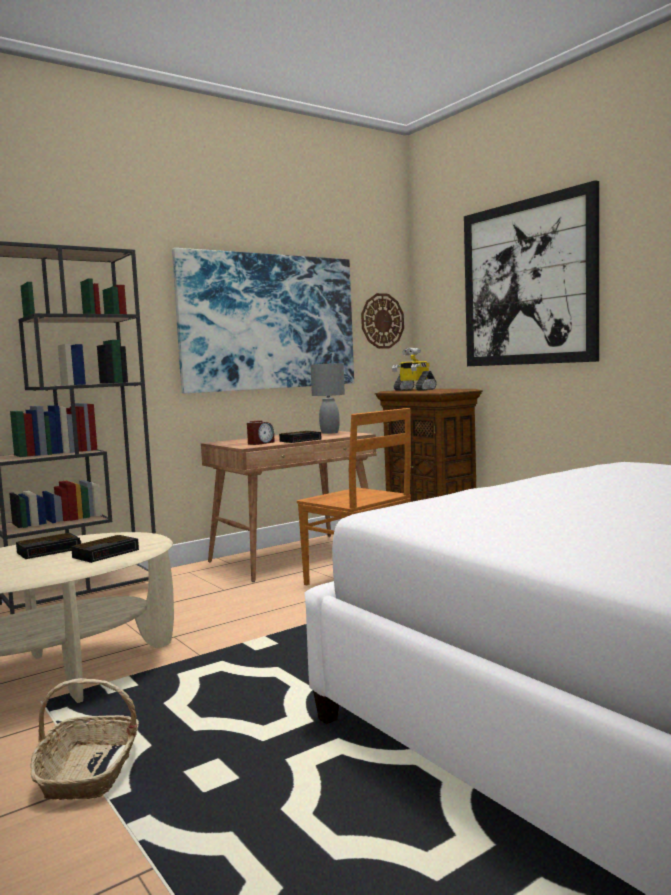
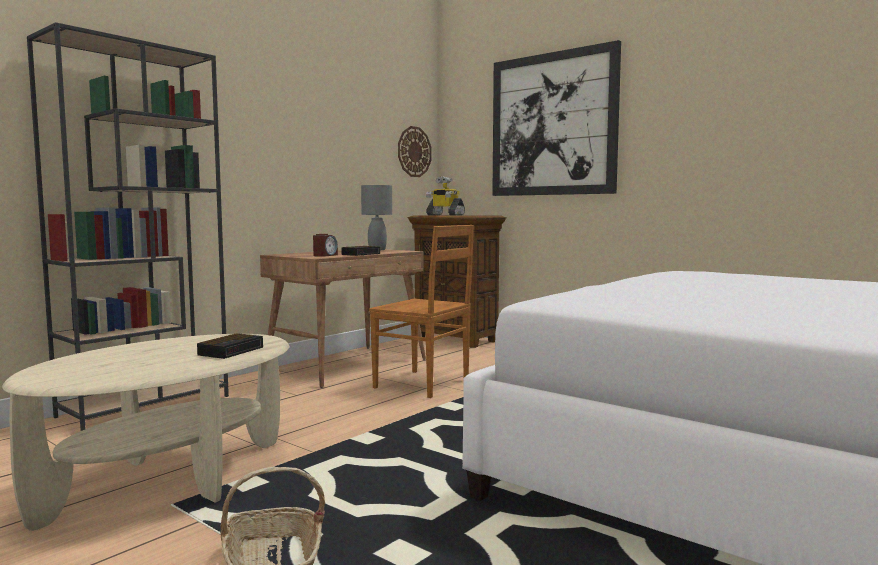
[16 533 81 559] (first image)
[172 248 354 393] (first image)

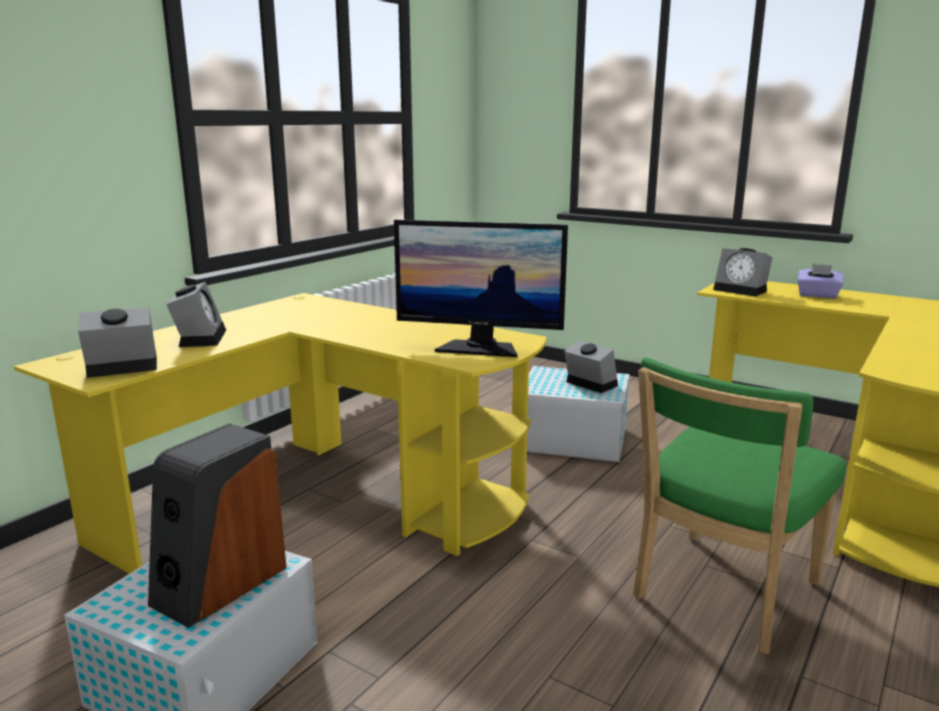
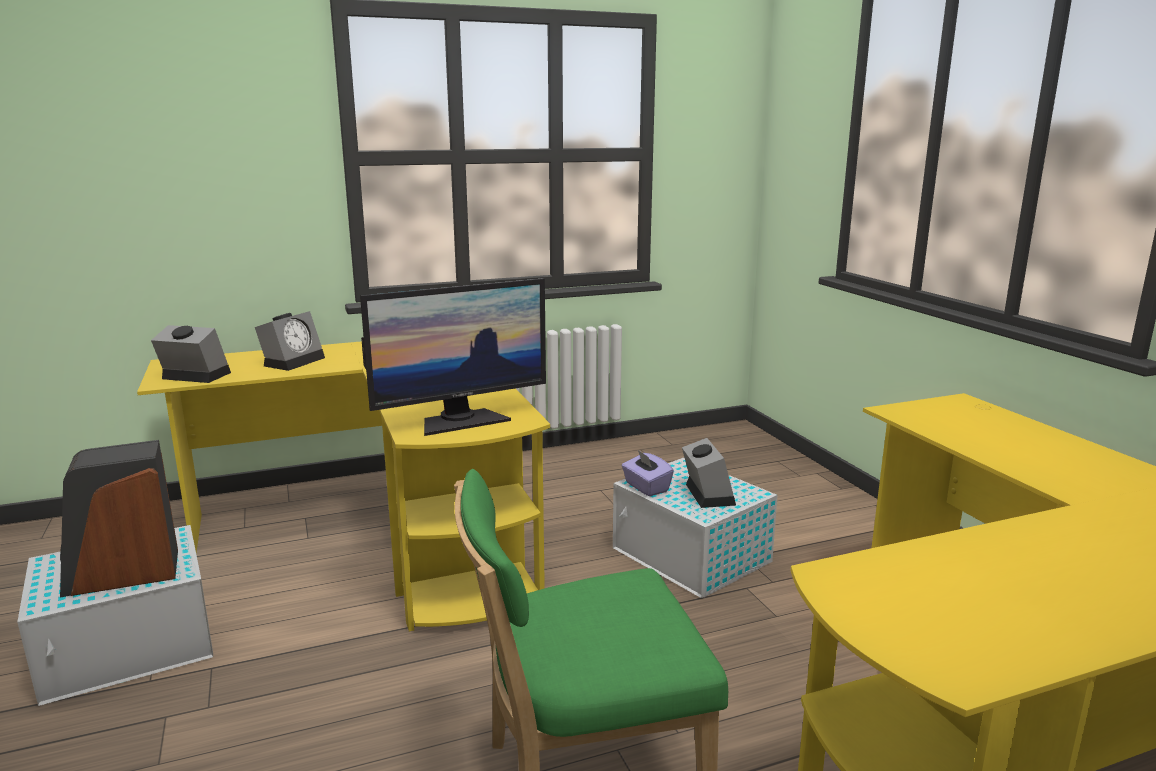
[713 248 773 297] (first image)
[622 450 674 496]
[360 278 546 436]

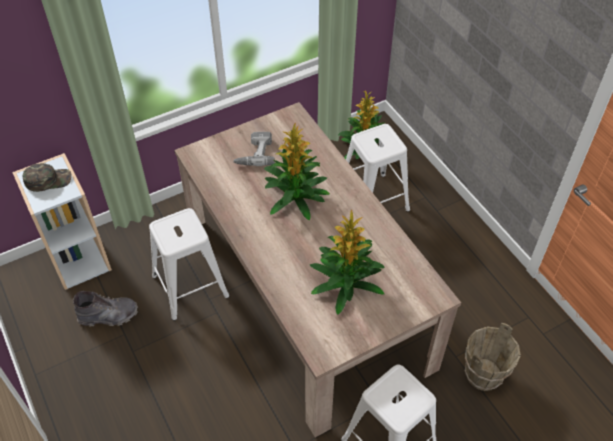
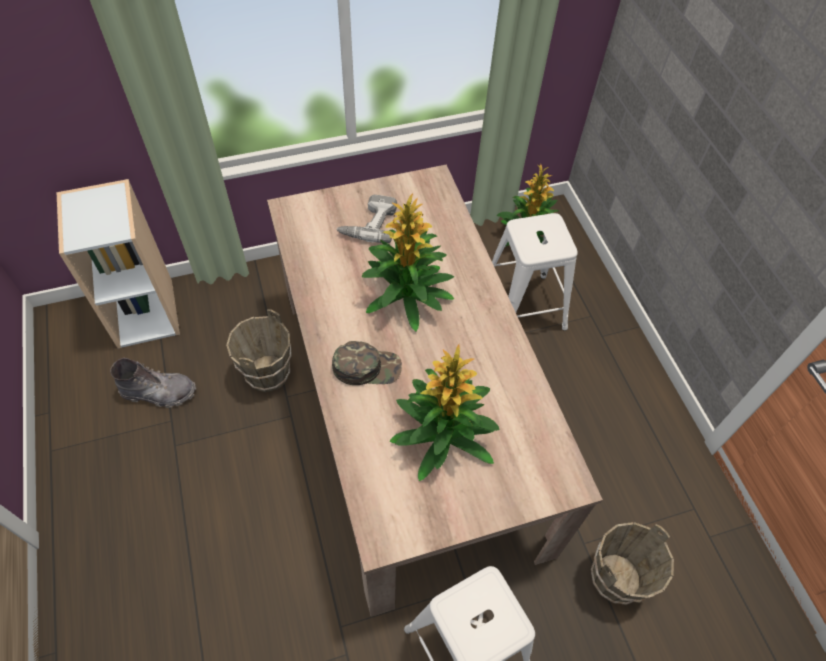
[332 341 402 385]
[226 309 292 392]

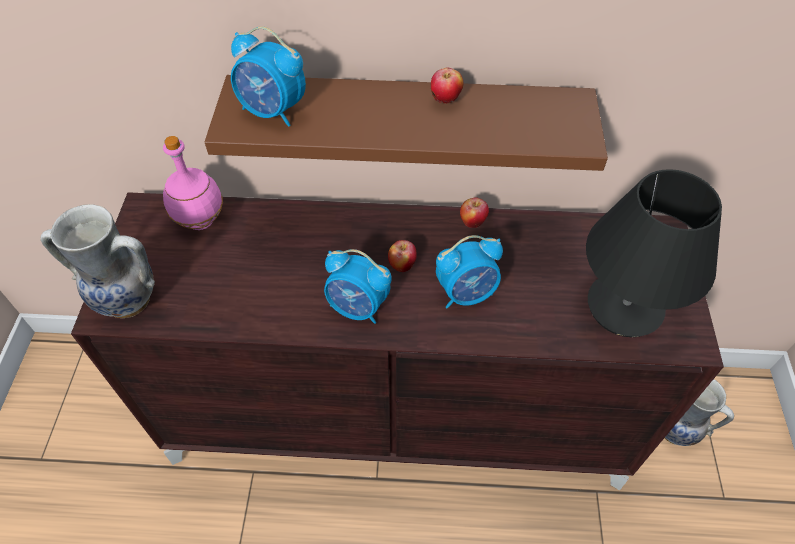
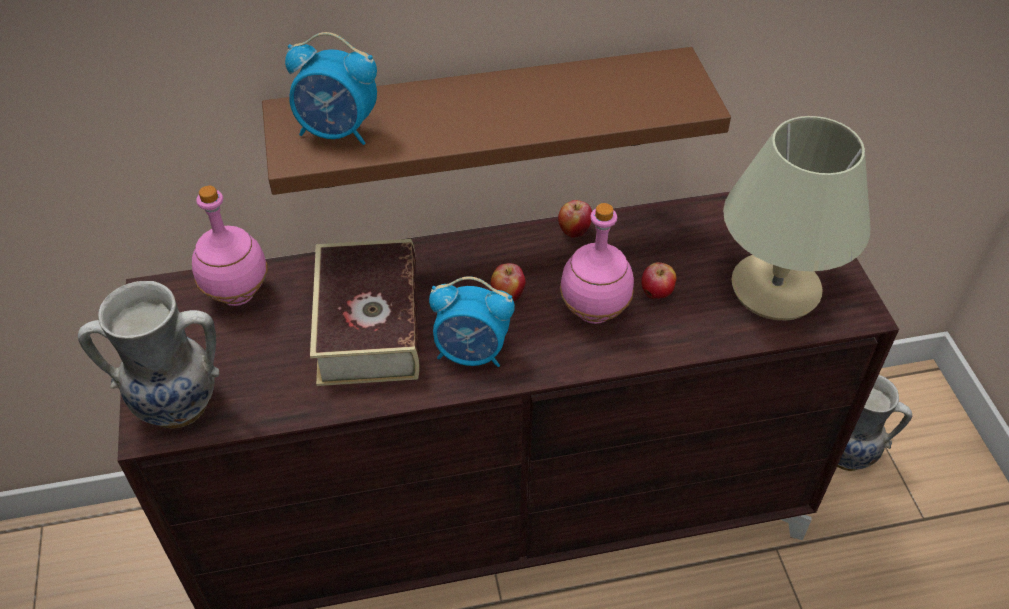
[310 239 419 386]
[641 262 676 299]
[560 203 634 324]
[723 116 870 321]

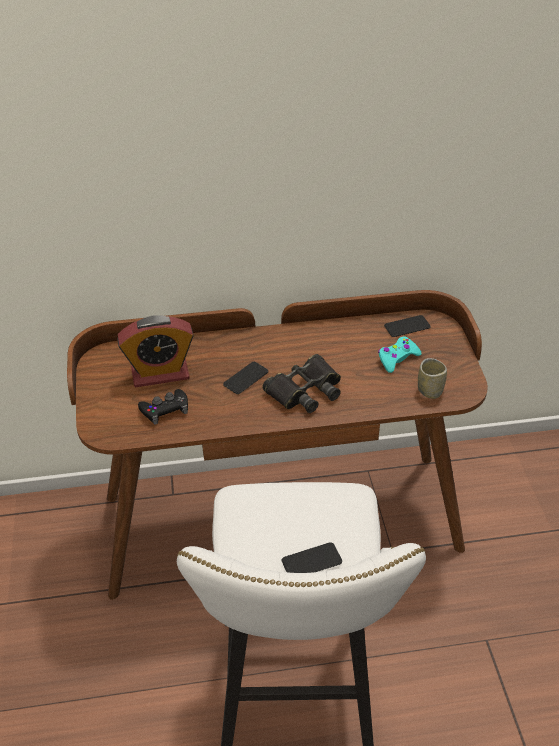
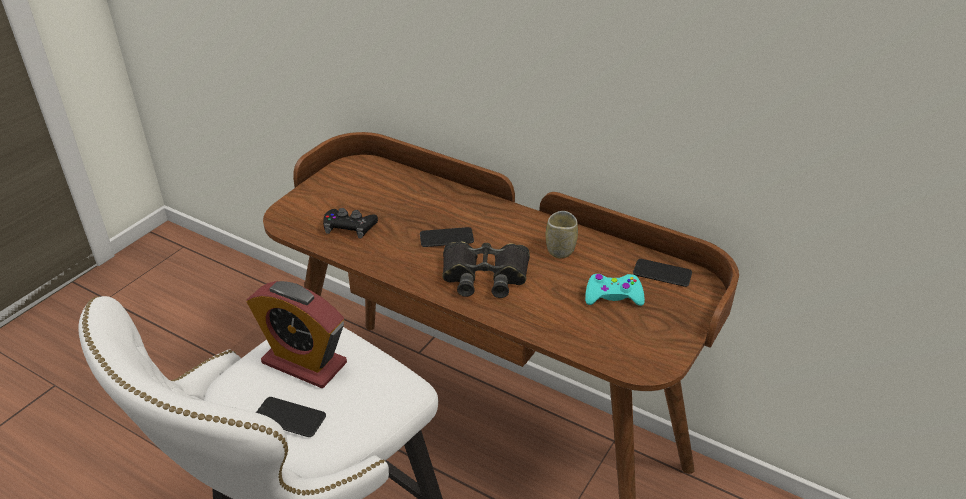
[246 281 347 388]
[546 211 578 258]

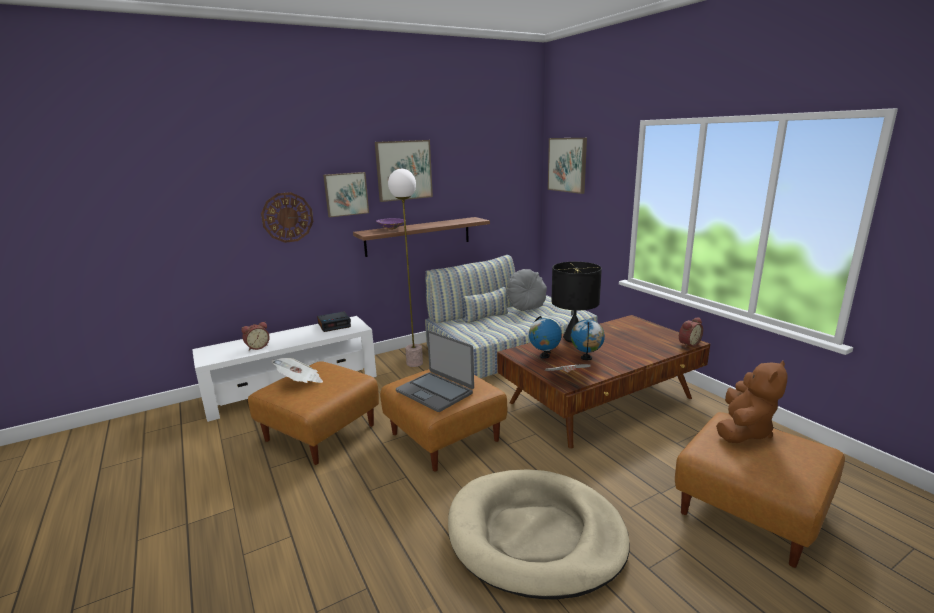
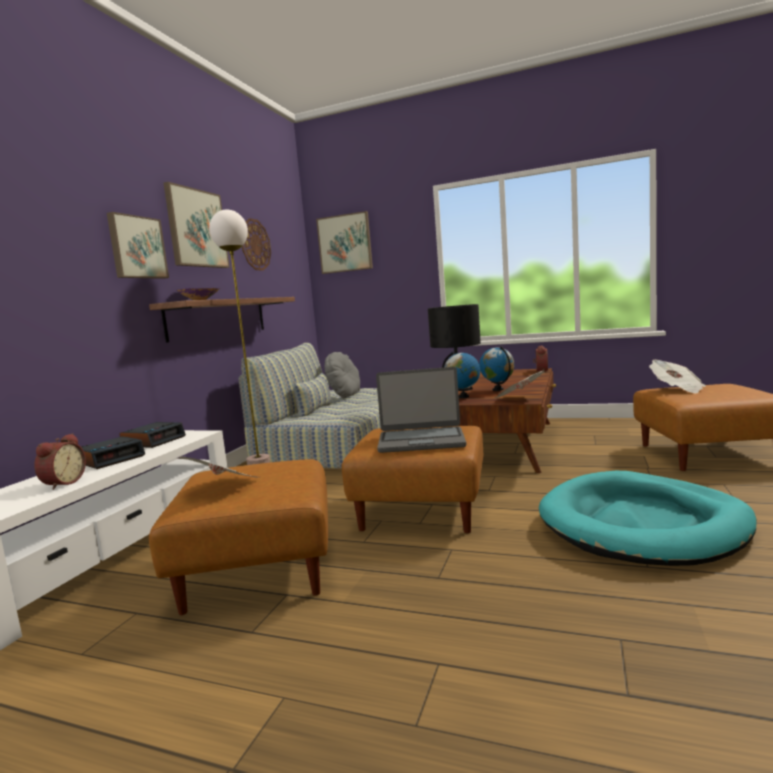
[81 436 145 469]
[242 218 271 271]
[649 360 706 394]
[539 471 757 566]

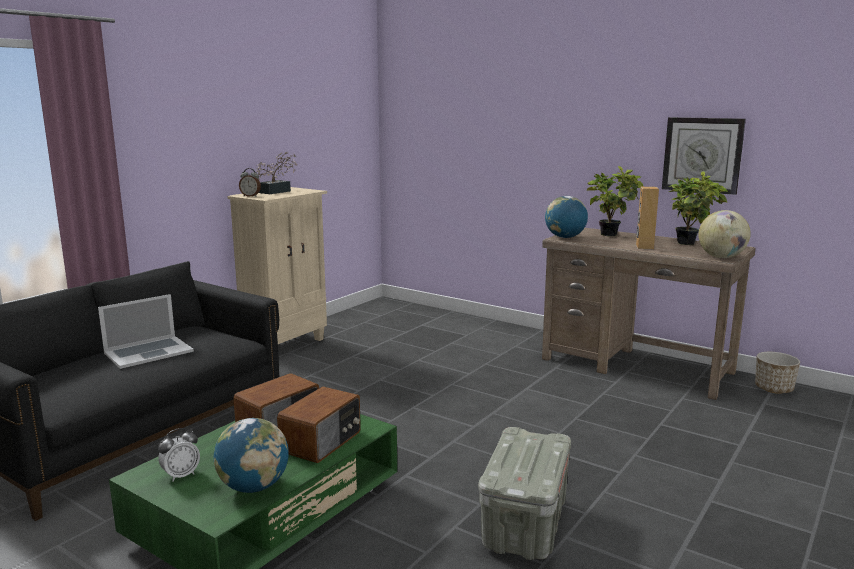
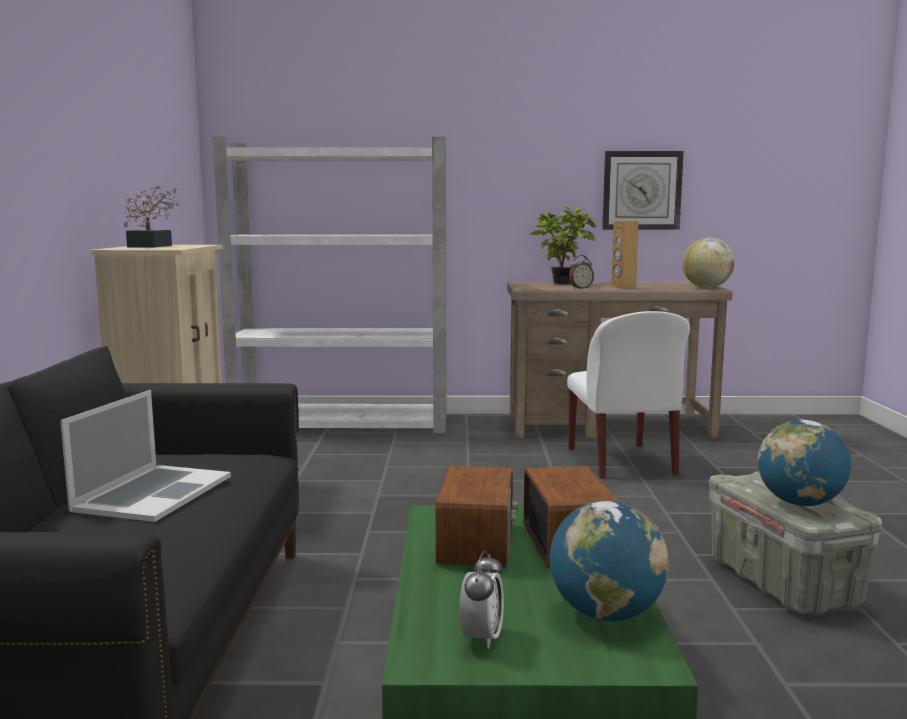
[669 171 728 245] (first image)
[755 352 800 394] (first image)
[213 137 446 434]
[567 311 690 479]
[569 255 594 289]
[757 420 851 506]

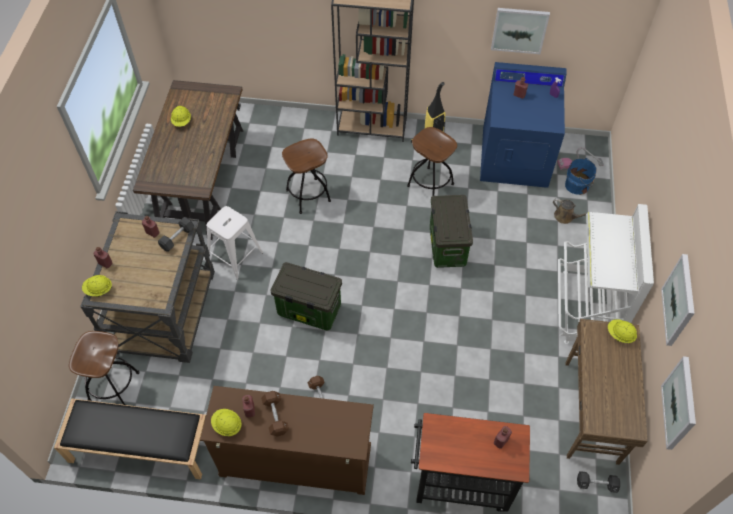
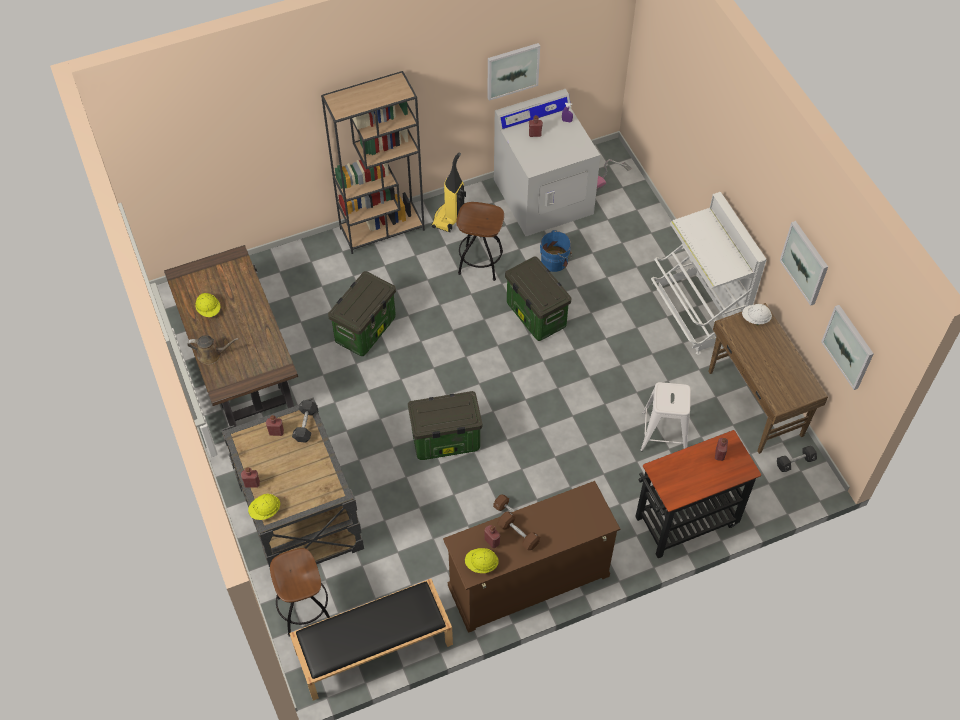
[641 382 691 451]
[187 335 239 365]
[540 230 572 272]
[328 271 396 356]
[494 89 600 236]
[742 304 772 325]

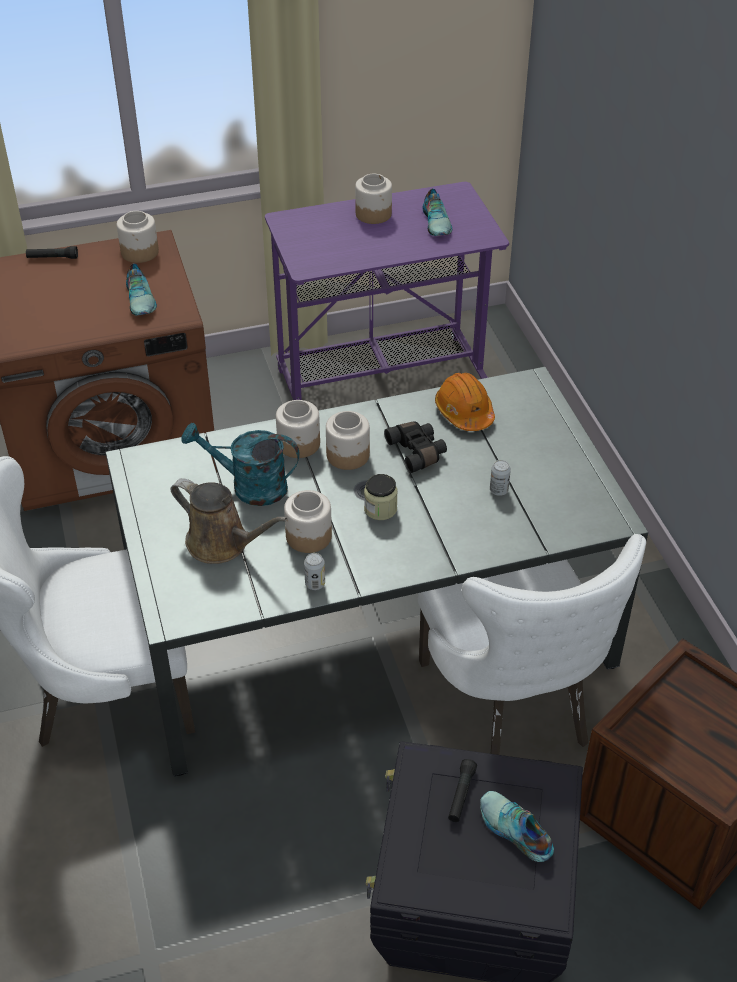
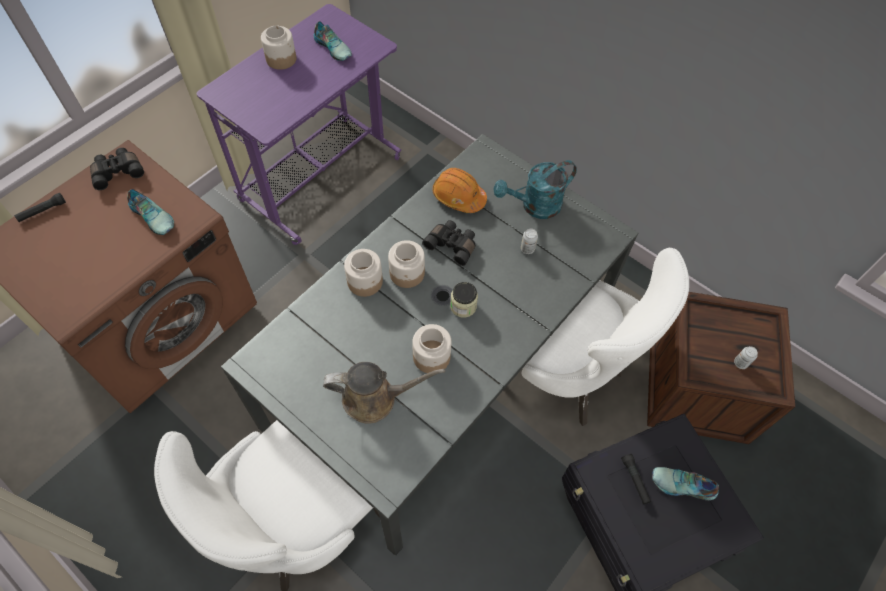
[493 160 577 219]
[734 346 758 369]
[90 148 144 190]

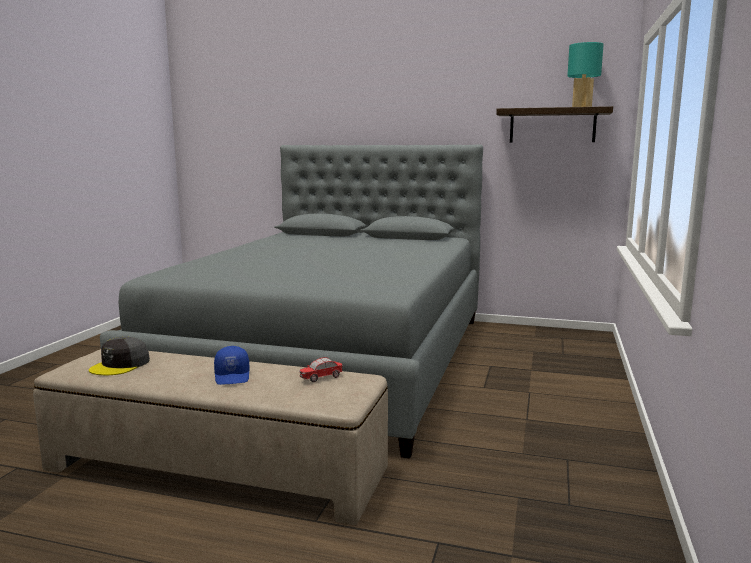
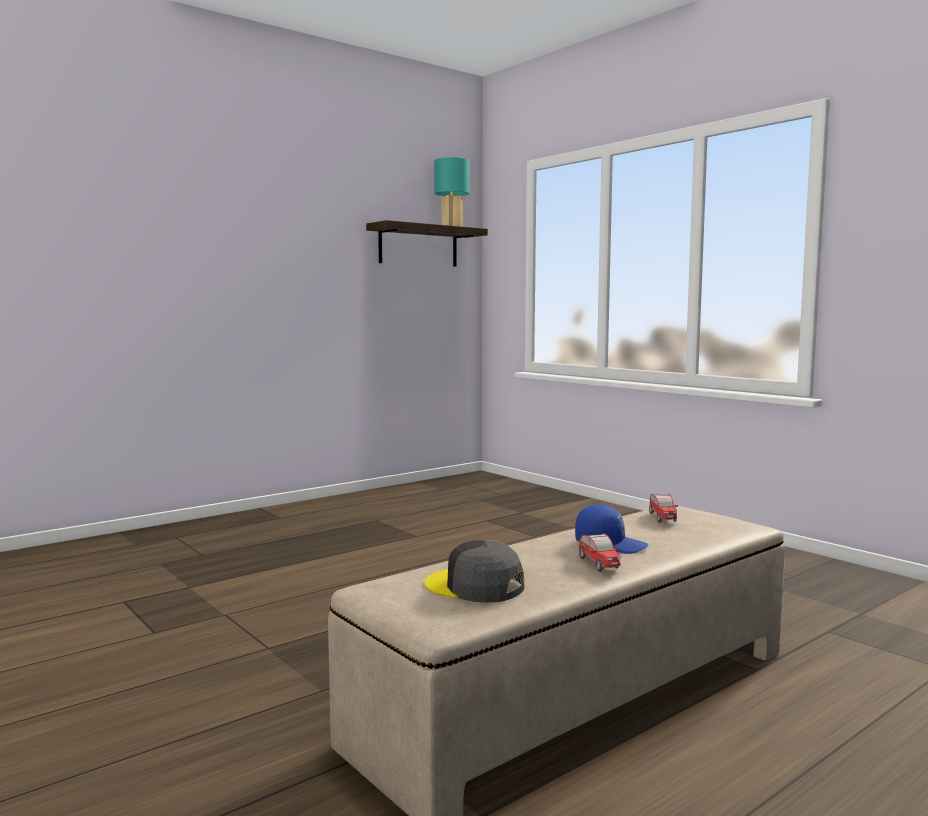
[100 145 483 459] (first image)
[578 533 621 572]
[424 540 525 603]

